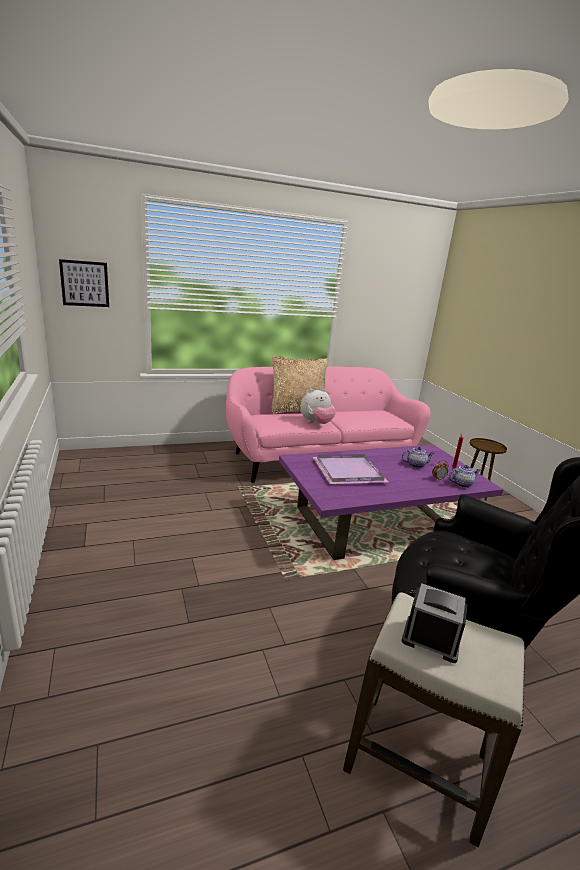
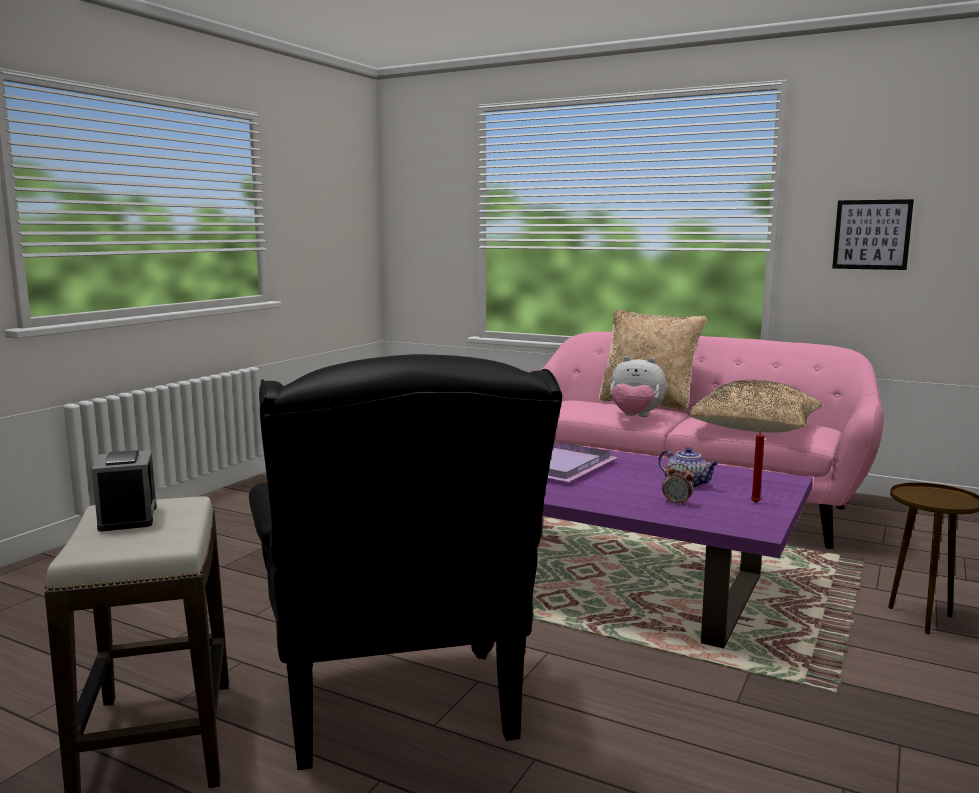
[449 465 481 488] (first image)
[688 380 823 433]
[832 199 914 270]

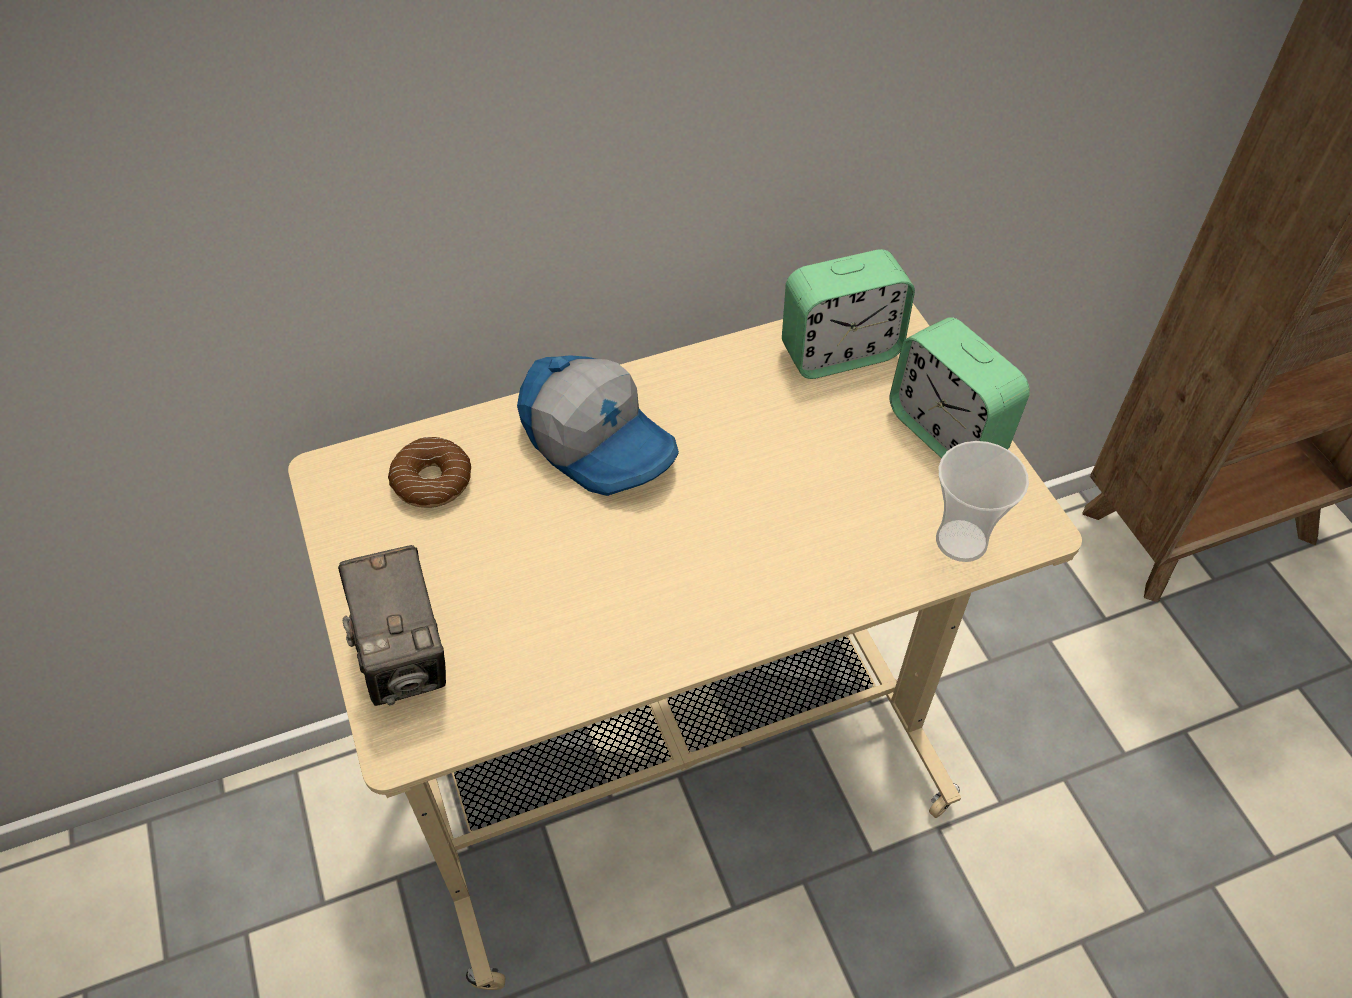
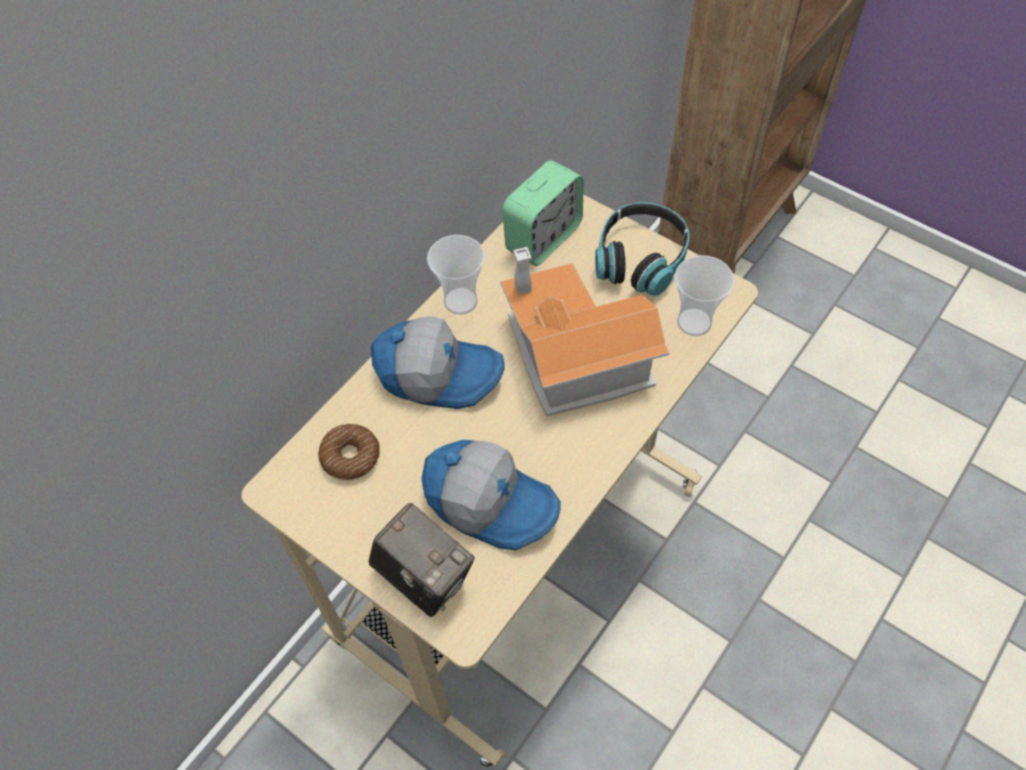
[421 440 561 550]
[427 235 485 315]
[500 247 669 416]
[595 202 689 296]

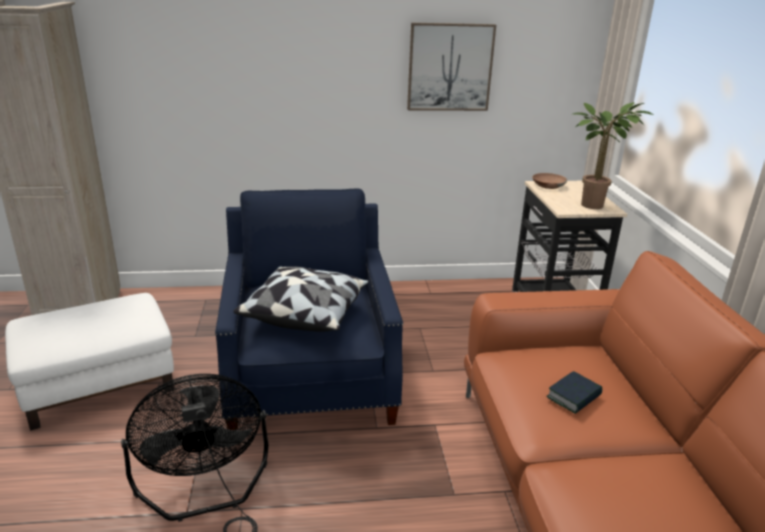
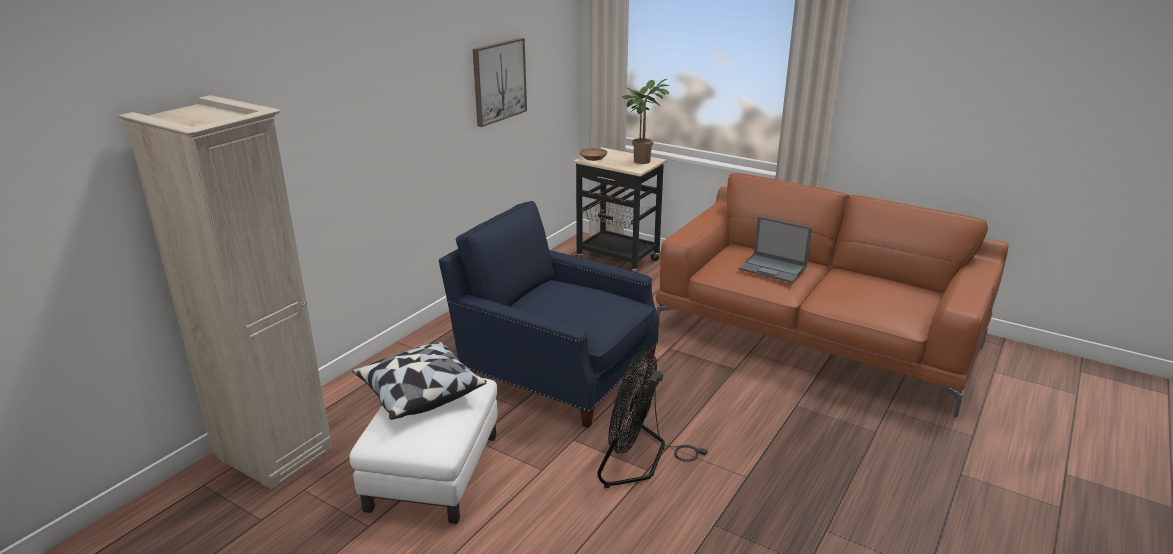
[352 342 487 420]
[739 216 812 283]

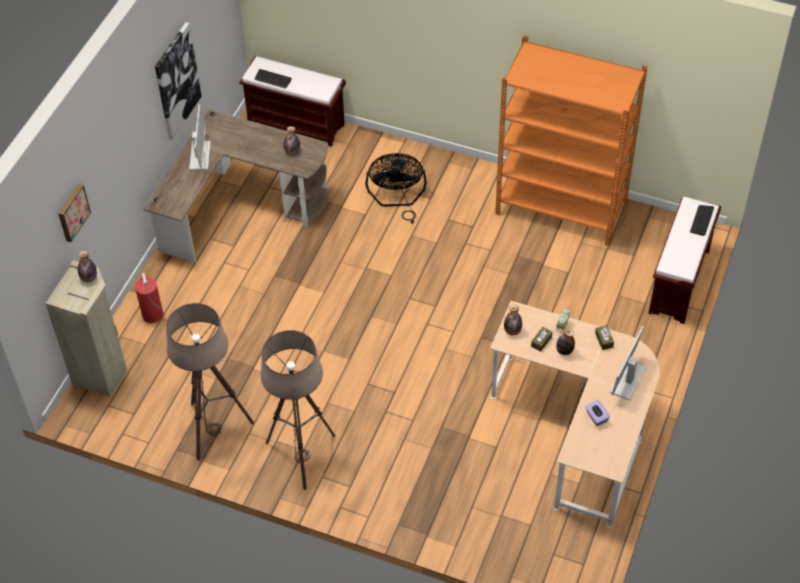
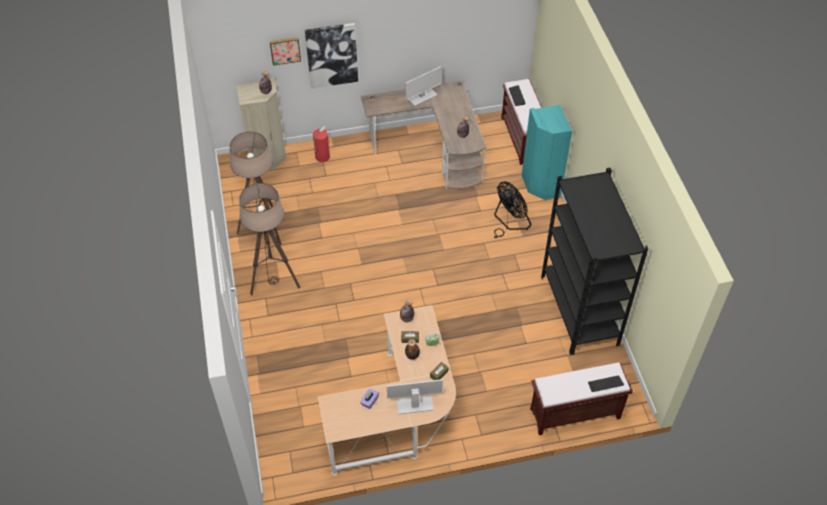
[522 105 572 200]
[305 23 358 89]
[541 168 648 355]

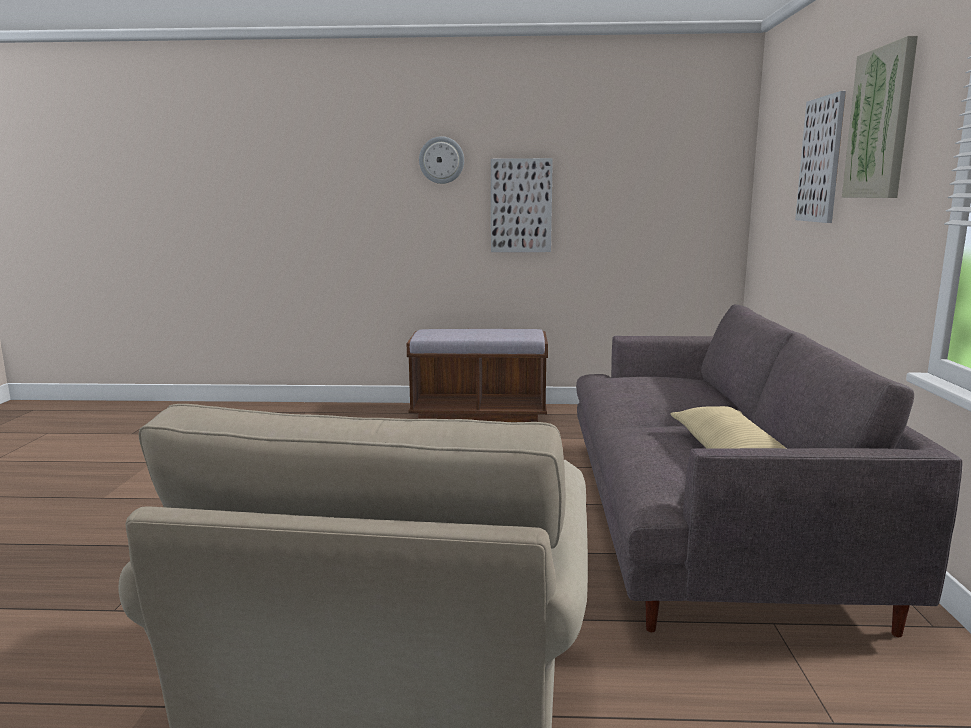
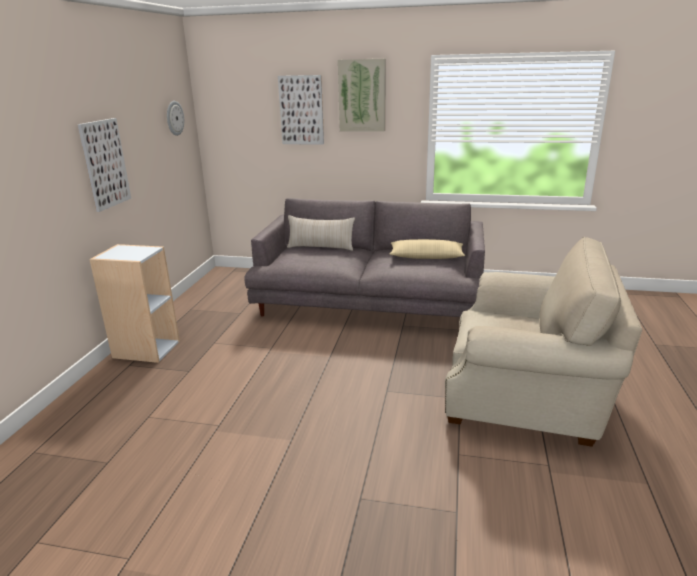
[287 215 355 251]
[167 101 184 136]
[89 244 180 363]

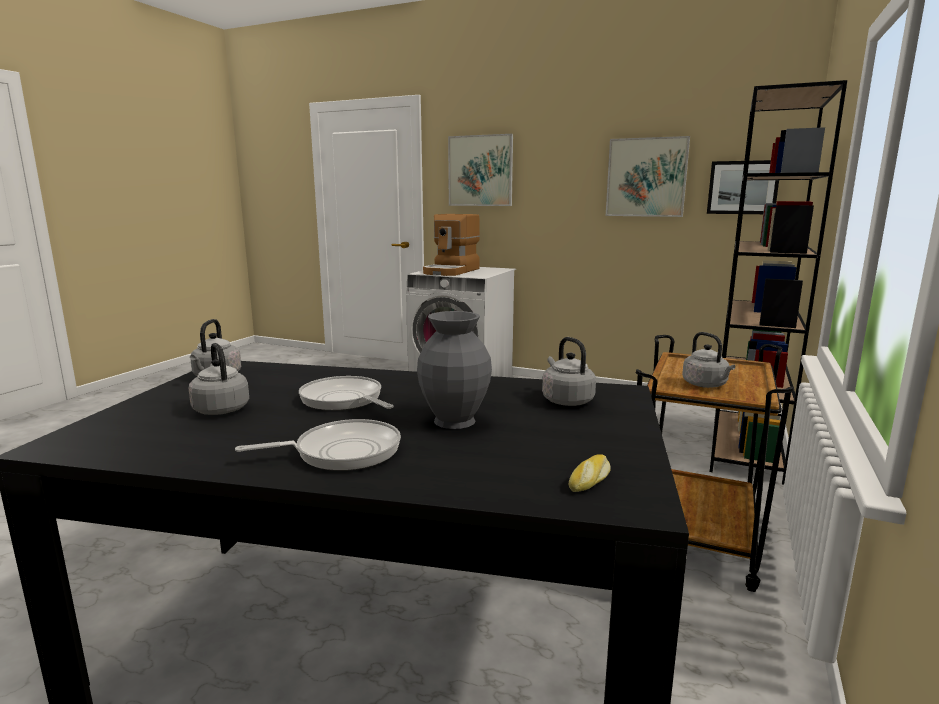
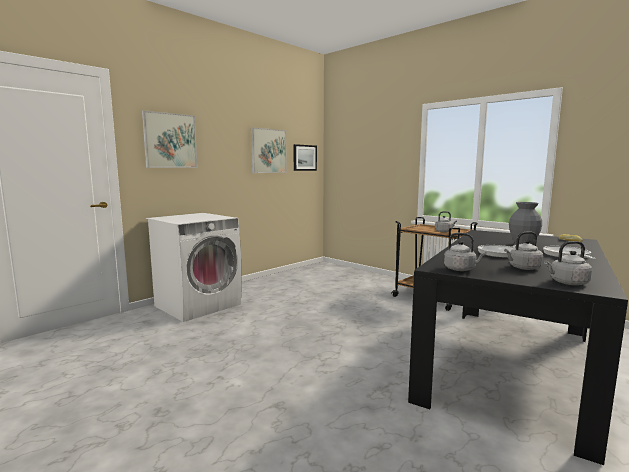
[423 214 480 276] (first image)
[710 80 847 485] (first image)
[544 241 592 285]

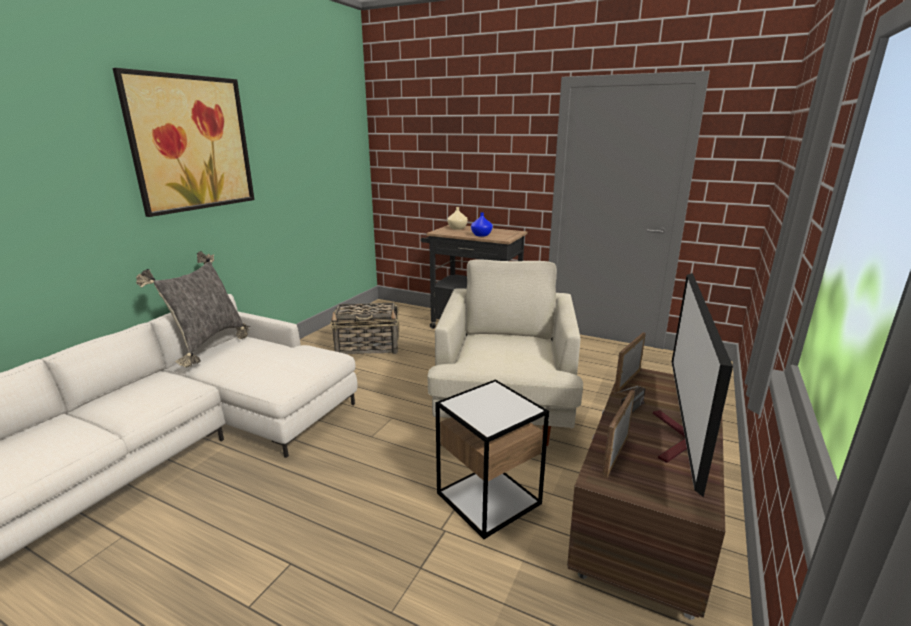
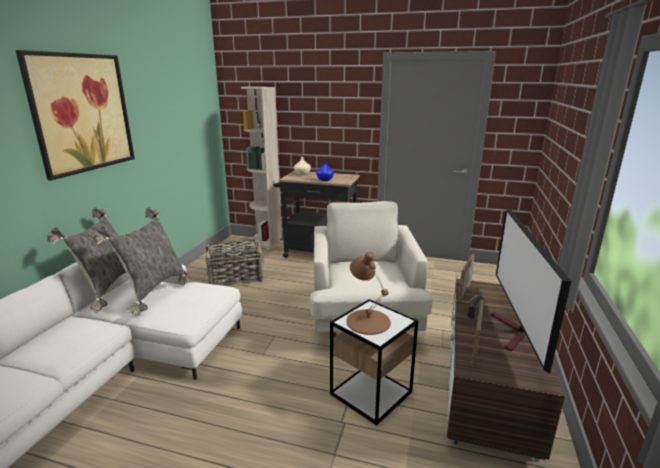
[94 208 189 315]
[241 87 282 250]
[346 252 391 335]

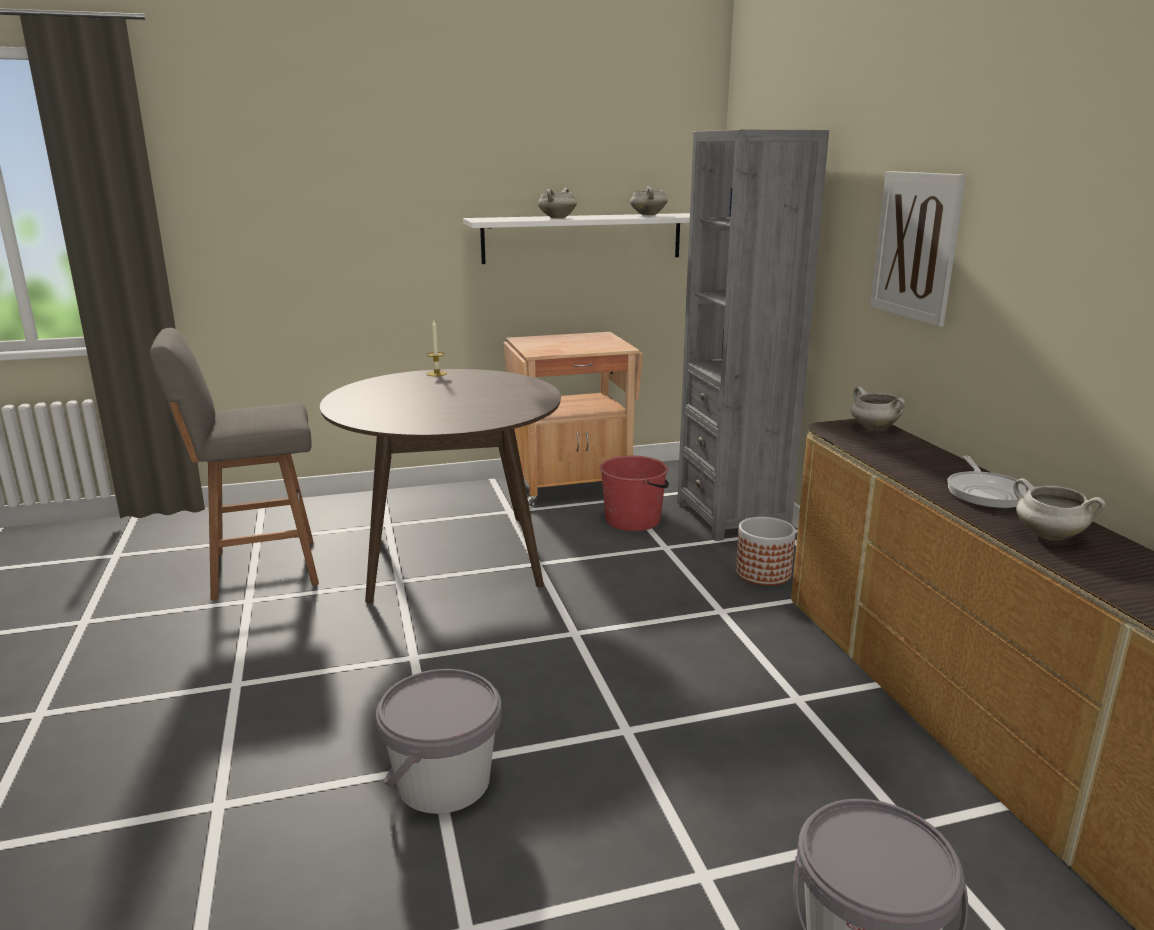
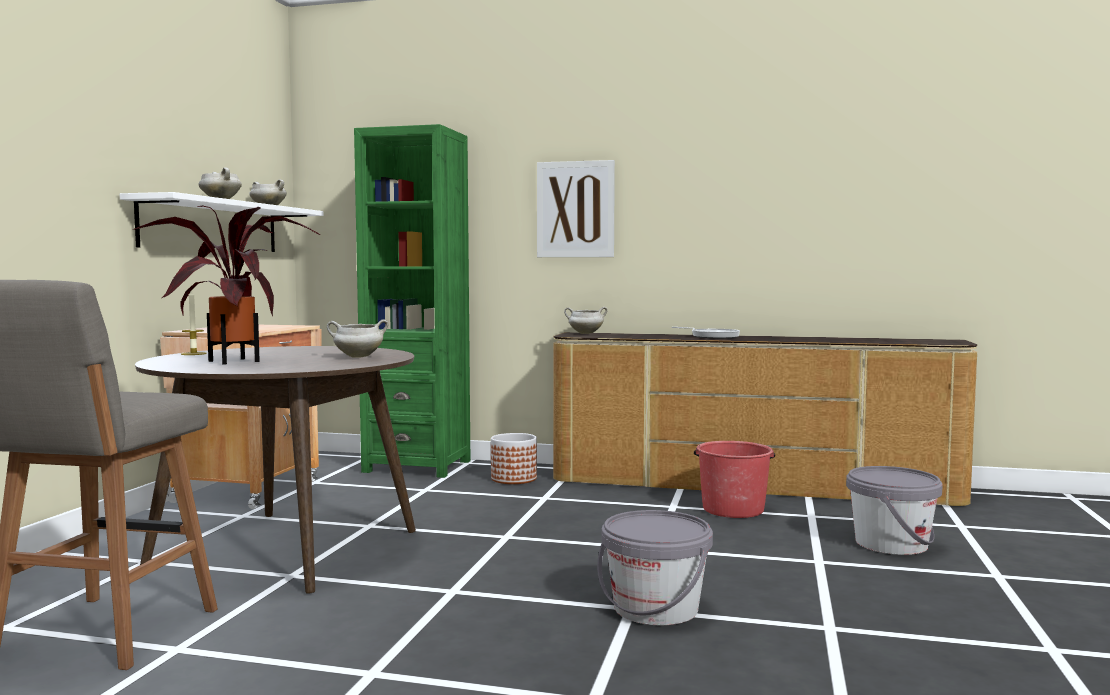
[133 206 320 365]
[694 441 775 518]
[327 319 388 358]
[354 124 470 478]

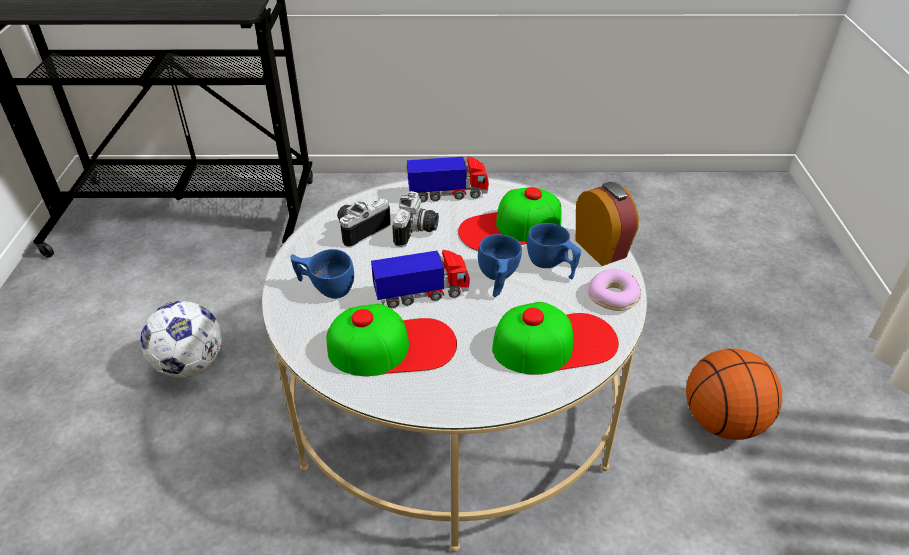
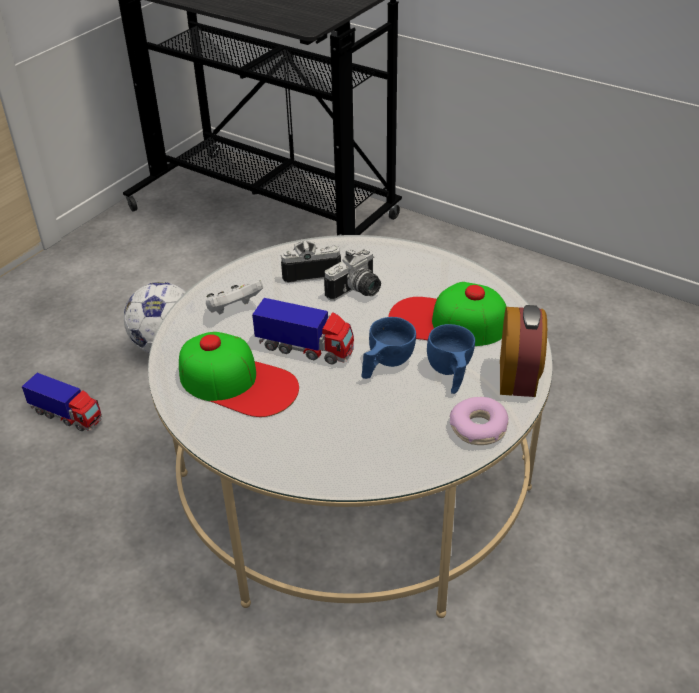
[492 302 619 375] (first image)
[686 349 782 440] (first image)
[22 373 102 431]
[206 280 263 314]

